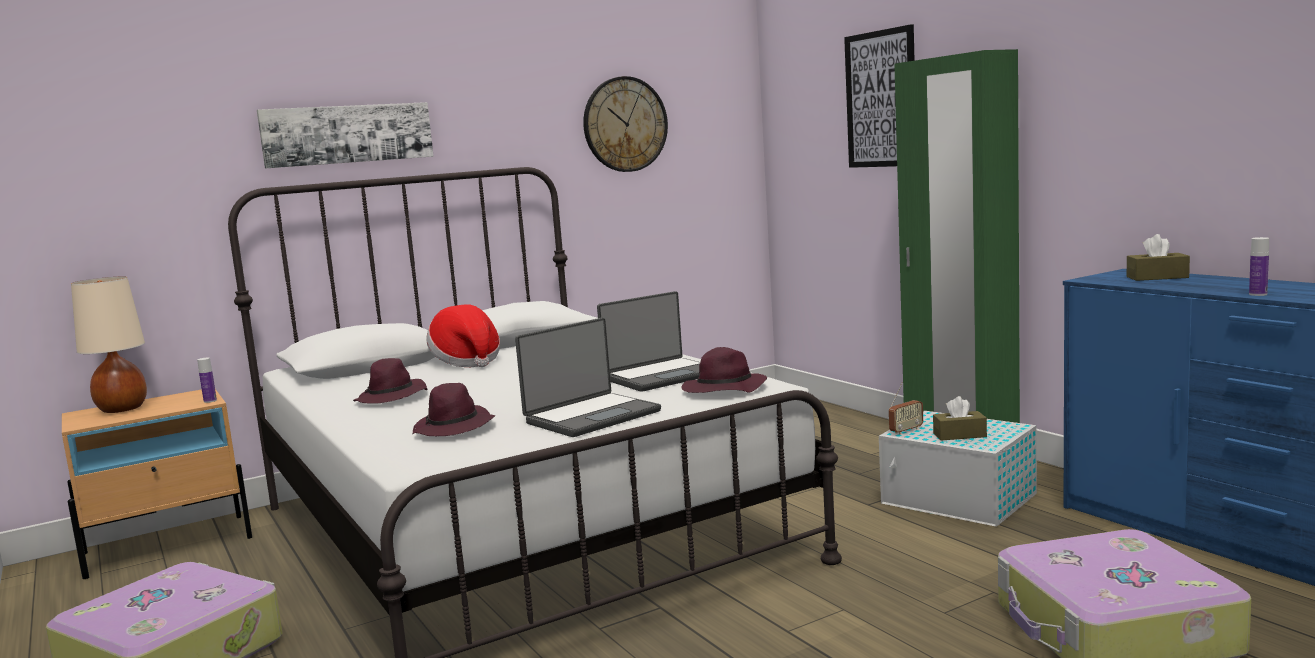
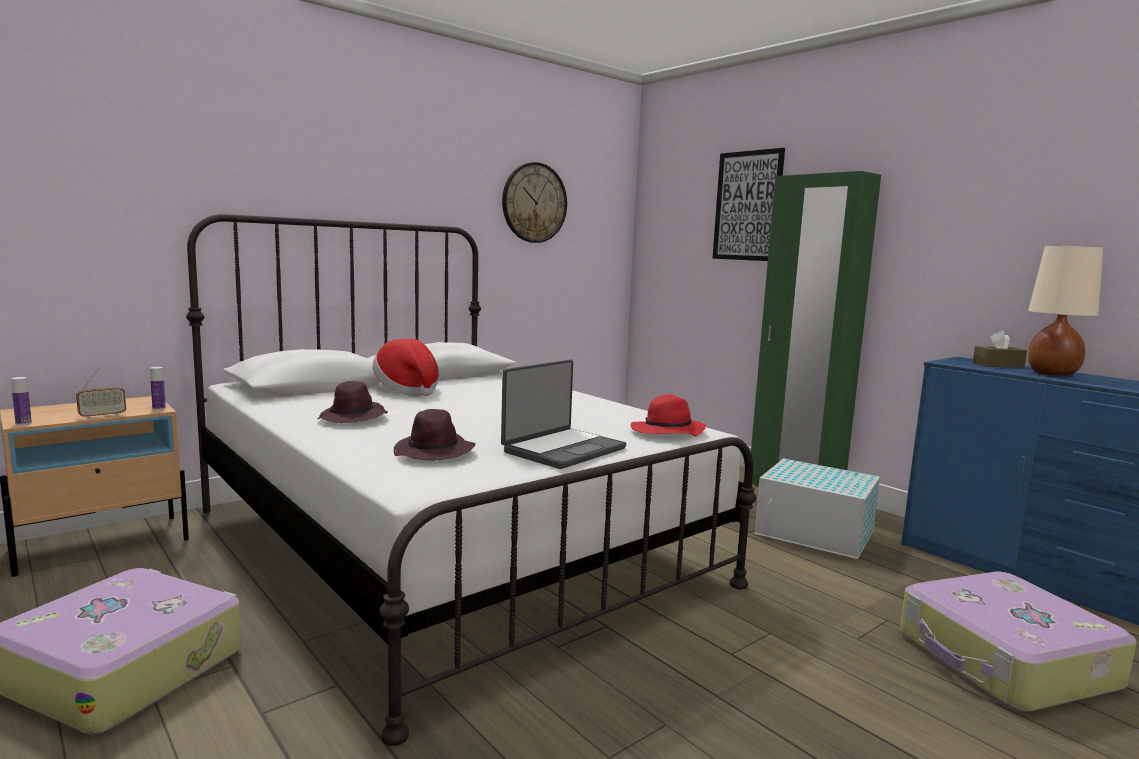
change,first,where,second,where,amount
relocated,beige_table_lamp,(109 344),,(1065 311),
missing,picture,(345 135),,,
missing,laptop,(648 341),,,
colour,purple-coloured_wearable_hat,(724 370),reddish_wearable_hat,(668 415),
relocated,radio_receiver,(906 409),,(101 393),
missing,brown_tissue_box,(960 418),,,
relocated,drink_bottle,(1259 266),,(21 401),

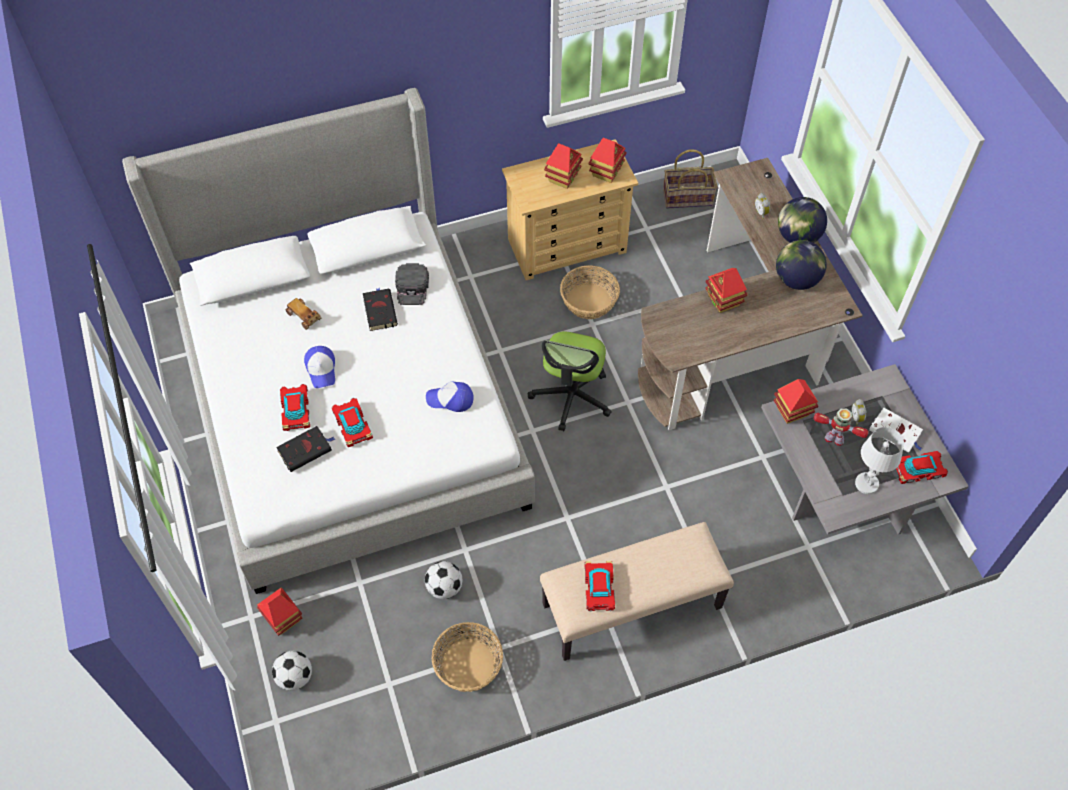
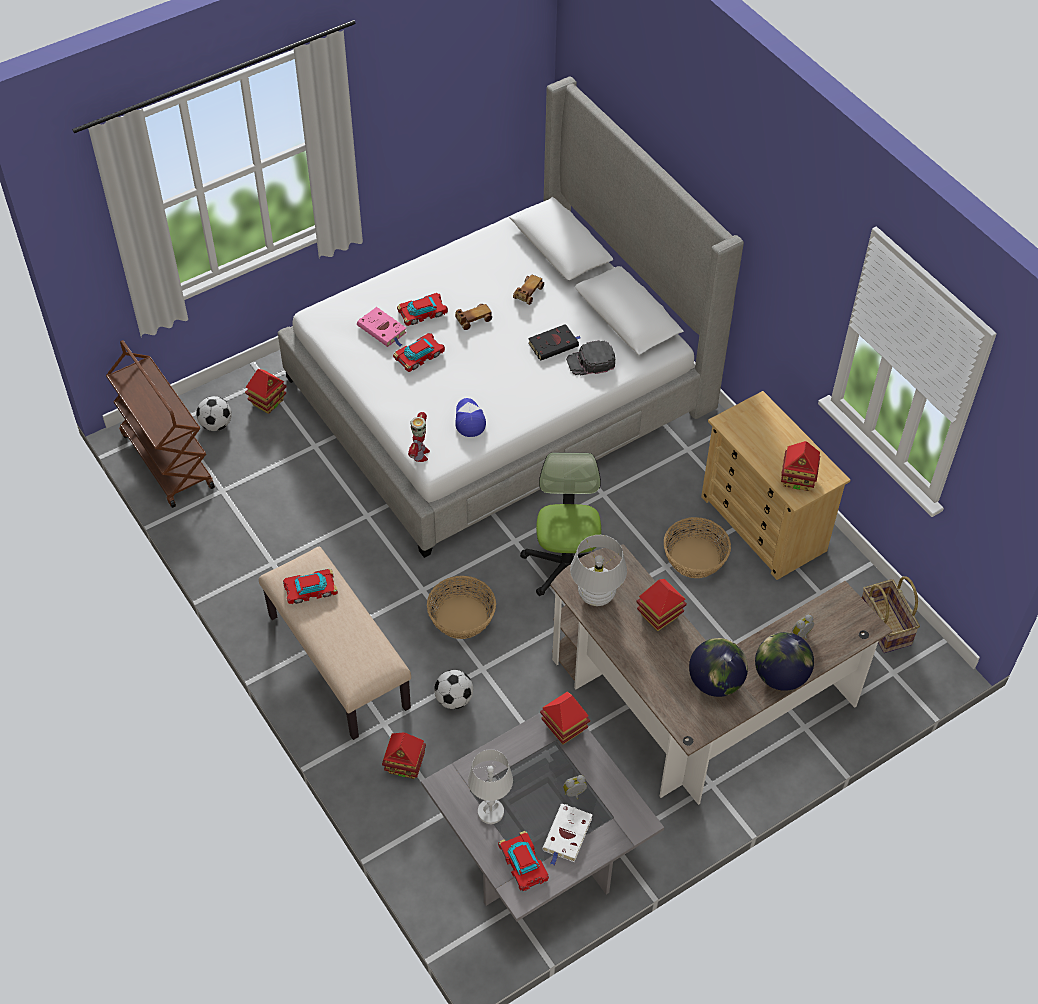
change,first,where,second,where,amount
colour,black_volume,(305 449),pink-coloured_volume,(382 327),
exchanged,cap,(319 367),miniature_car,(473 317),
relocated,football_ball,(443 580),,(453 689),
relocated,storage_basket,(467 657),,(461 607),
spun,computer_chair,(570 381),,(560 524),90 degrees clockwise
relocated,model_house,(563 166),,(404 756),
relocated,model_robot,(841 427),,(419 437),
appeared,,,brown_cart,(160 424),
appeared,,,white_table_lamp,(598 570),

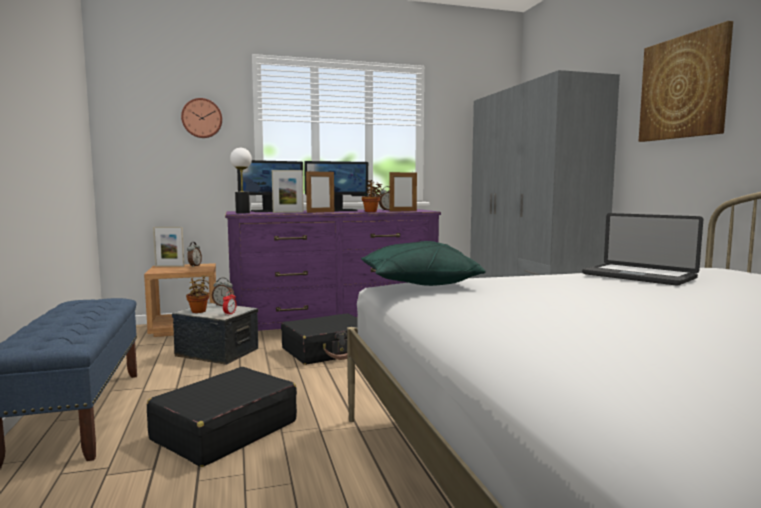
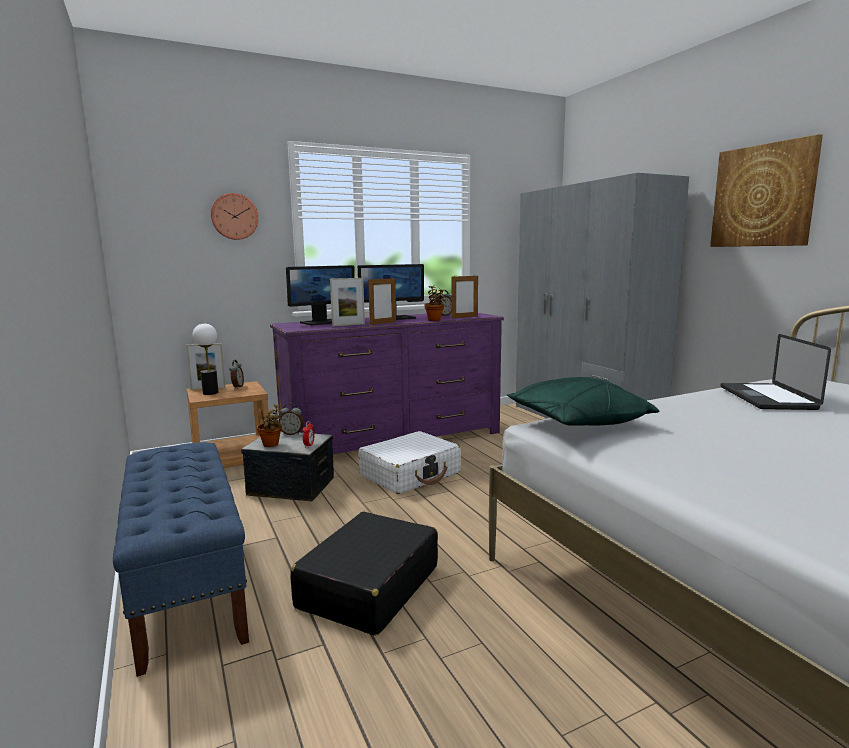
change,first,where,second,where,amount
relocated,table_lamp,(241 180),,(206 359),
colour,black_suitcase,(319 339),white_suitcase,(409 462),
spun,laptop,(642 249),,(776 372),60 degrees clockwise

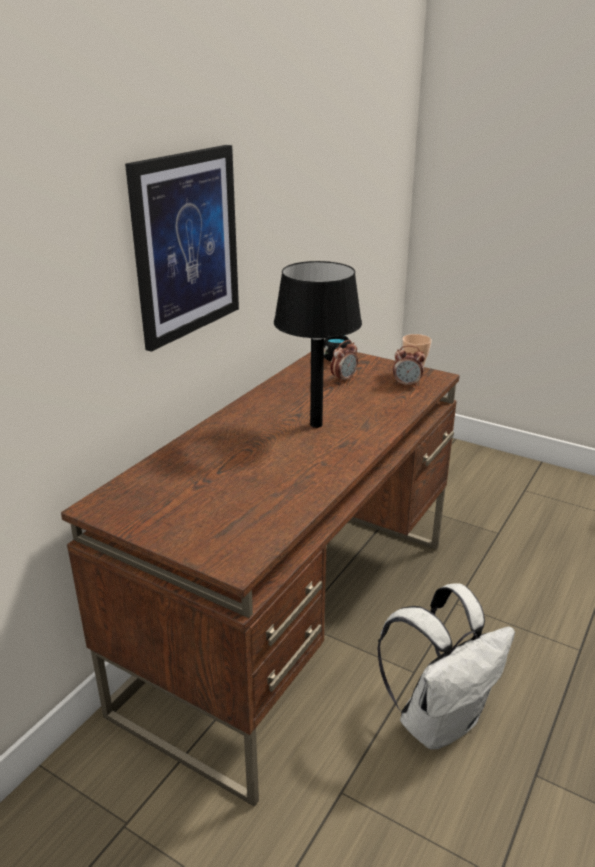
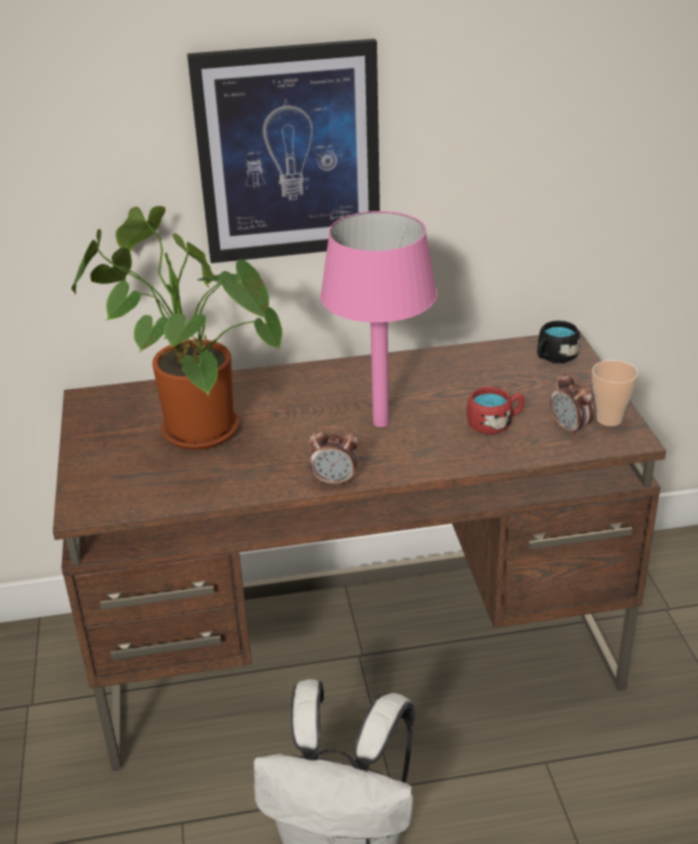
change,first,where,second,where,amount
colour,black_table_lamp,(318 344),pink-coloured_table_lamp,(378 319),
relocated,alarm_clock,(344 361),,(333 456),
appeared,,,houseplant,(176 328),
appeared,,,reddish_mug,(495 410),

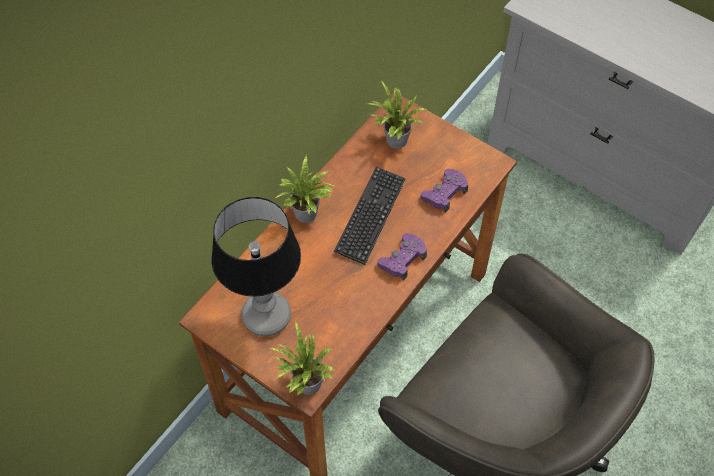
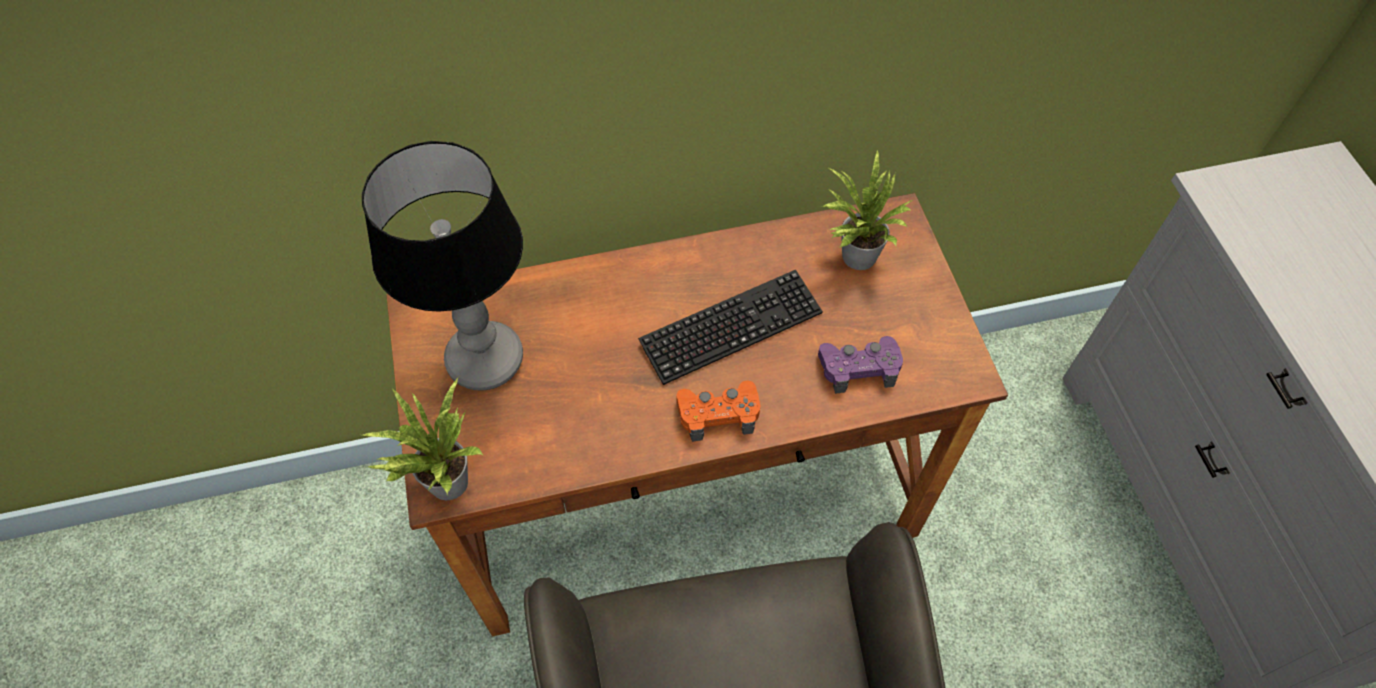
change,first,where,second,where,amount
missing,houseplant,(306 189),,,
colour,purple-coloured_joypad,(402 256),orange_joypad,(718 411),

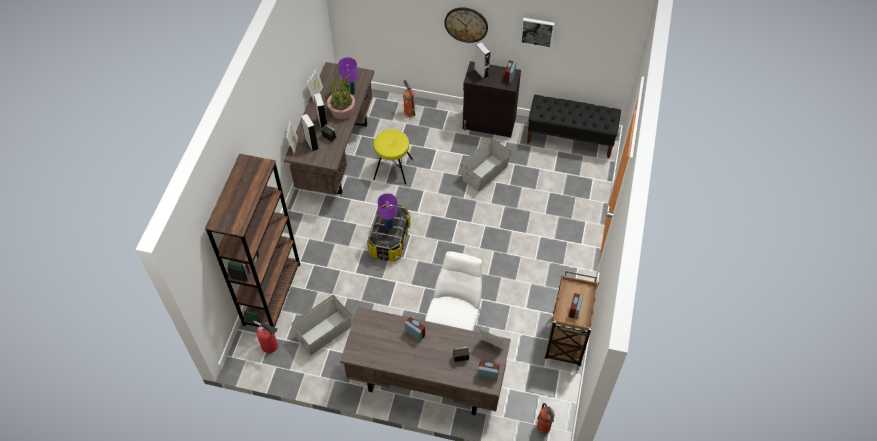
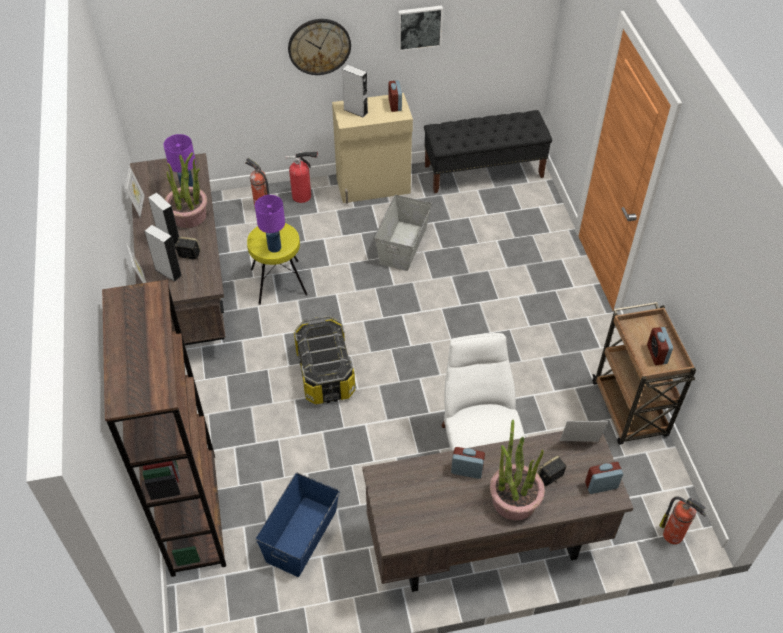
change,first,where,second,where,amount
relocated,fire-fighting_cylinder,(266 337),,(302 177),
colour,gray_storage_bin,(321 325),bluish_storage_bin,(298 525),
relocated,purple-coloured_table_lamp,(387 211),,(270 224),
colour,black_cupboard,(492 99),beige_cupboard,(372 148),
appeared,,,houseplant,(517 470),

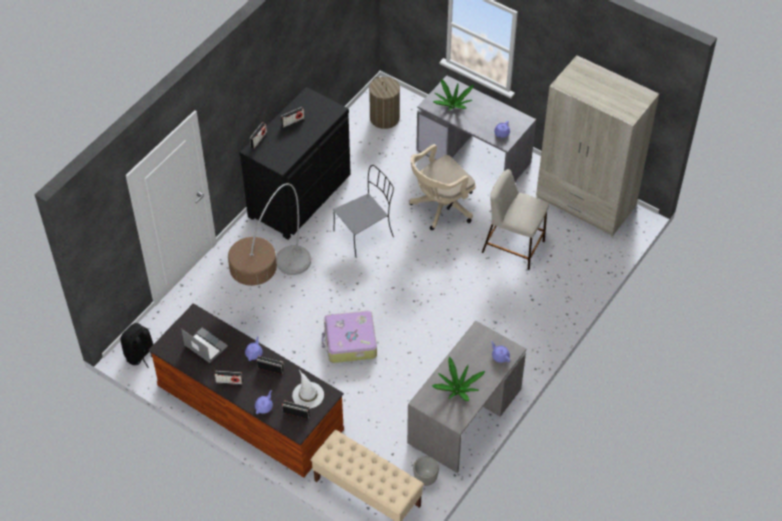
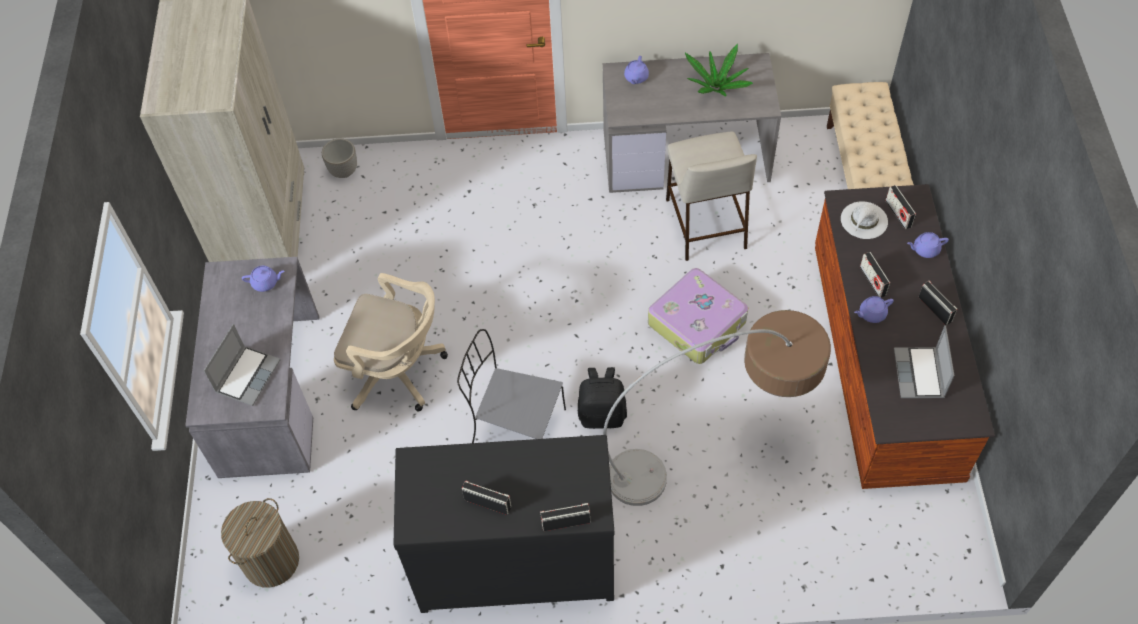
change,first,where,second,where,amount
relocated,black_backpack,(136 345),,(602 398),
relocated,planter,(426 471),,(339 158),
exchanged,houseplant,(453 94),laptop,(242 365),
relocated,beige_stool,(515 219),,(711 196),

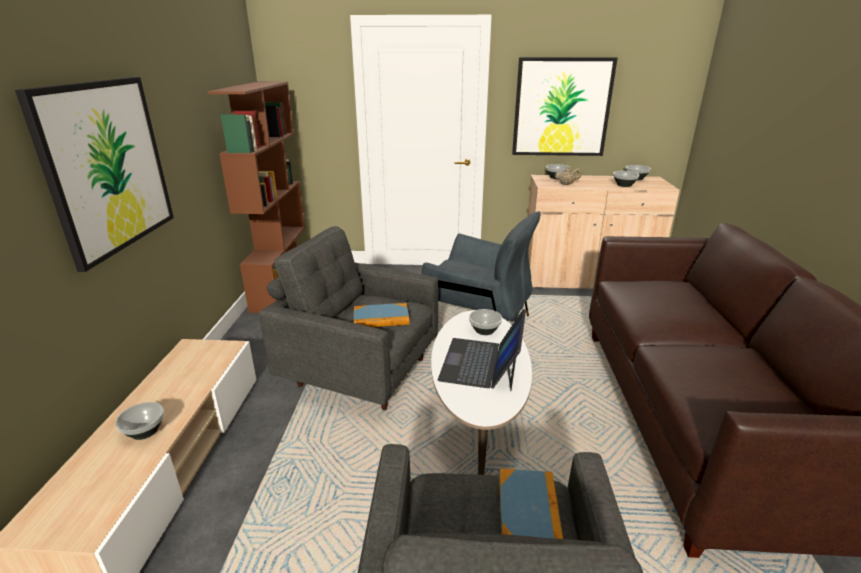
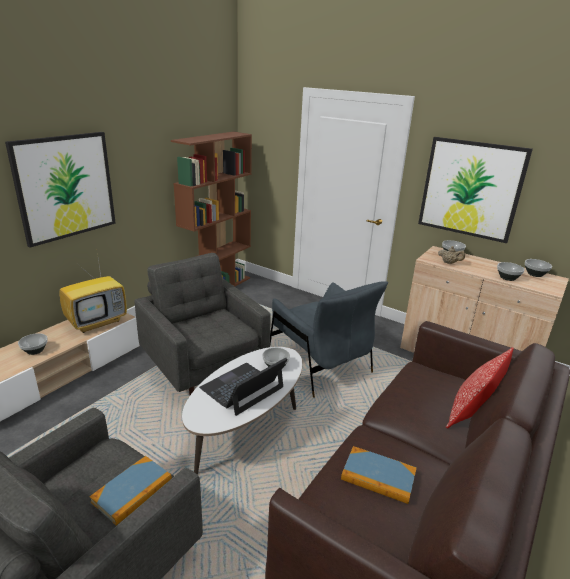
change,first,where,second,where,amount
relocated,volume,(382 315),,(379 475),
appeared,,,television,(93 293),
appeared,,,pillow,(480 388),

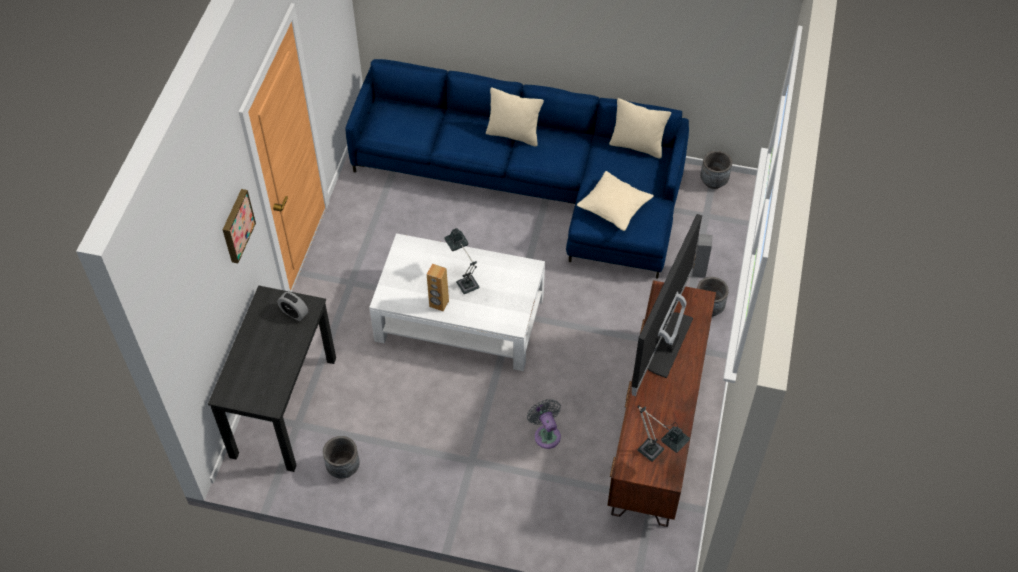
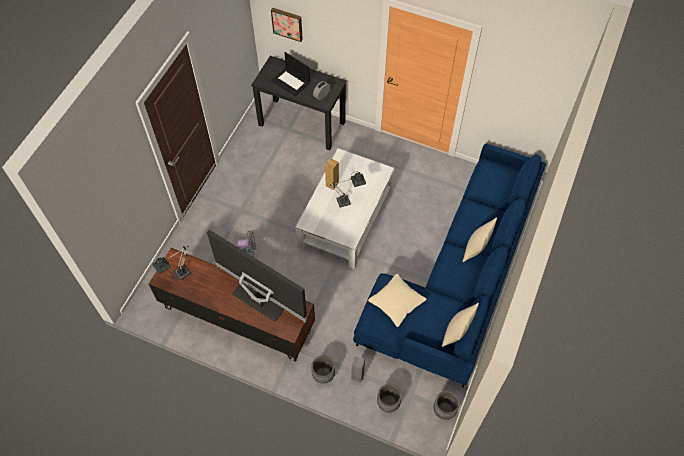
change,first,where,second,where,amount
relocated,picture,(239 226),,(287 25),
relocated,gray_planter,(341 457),,(389 398),
appeared,,,laptop,(290 74),

